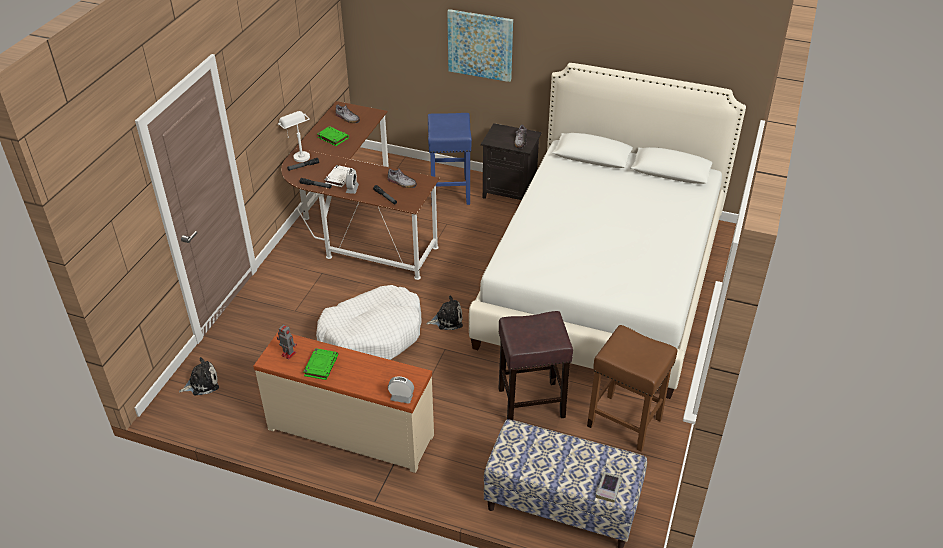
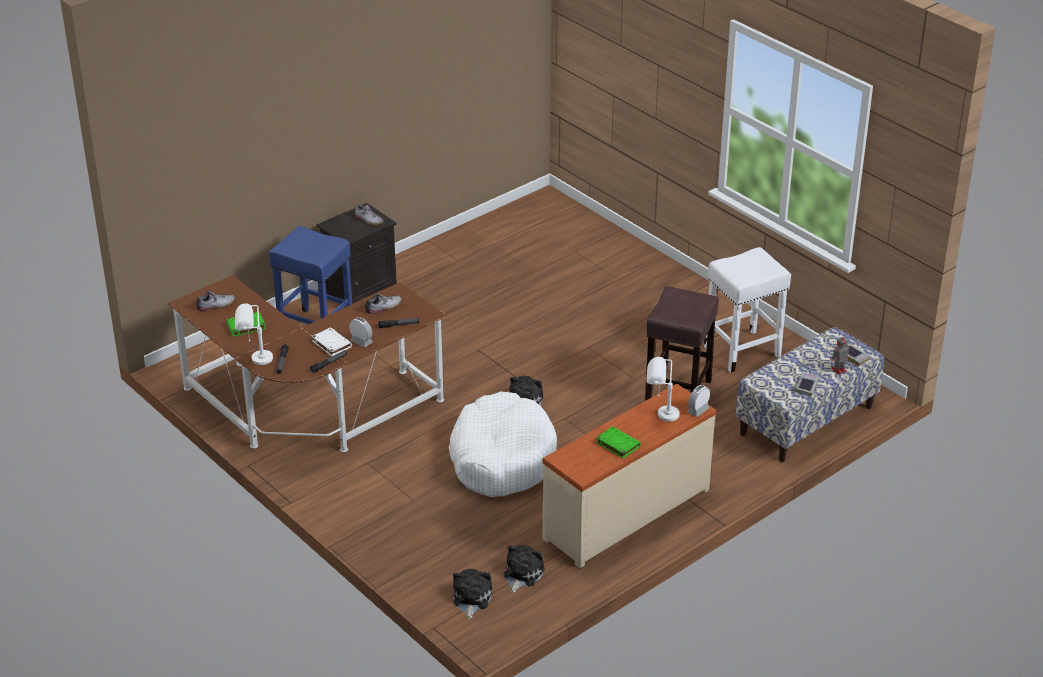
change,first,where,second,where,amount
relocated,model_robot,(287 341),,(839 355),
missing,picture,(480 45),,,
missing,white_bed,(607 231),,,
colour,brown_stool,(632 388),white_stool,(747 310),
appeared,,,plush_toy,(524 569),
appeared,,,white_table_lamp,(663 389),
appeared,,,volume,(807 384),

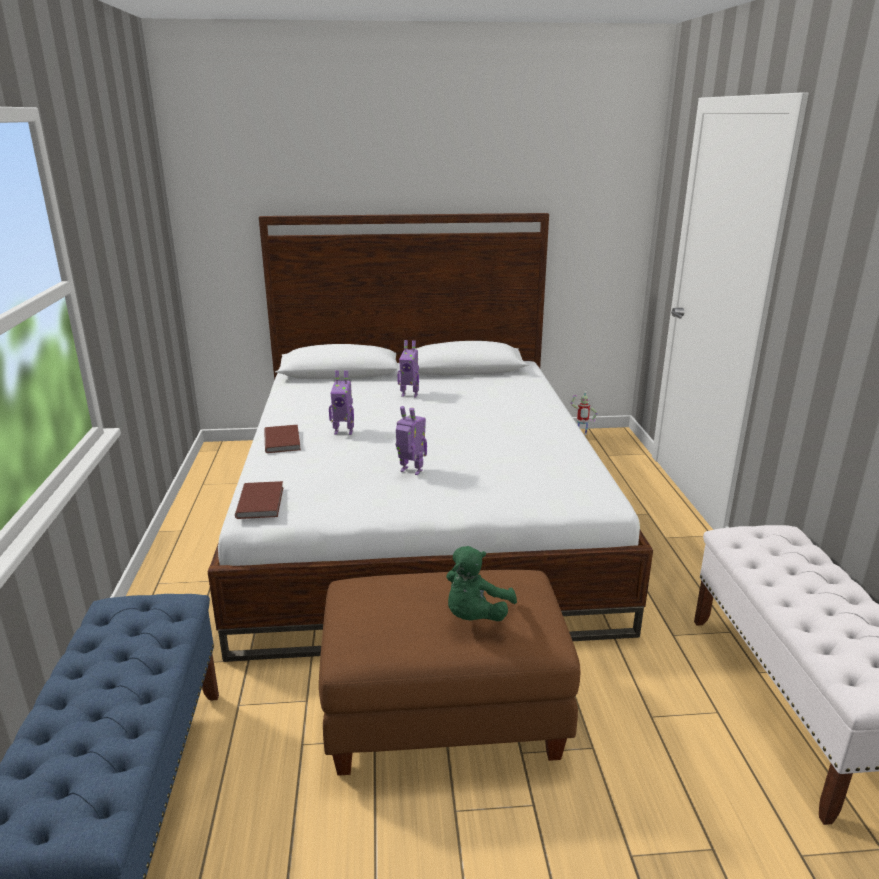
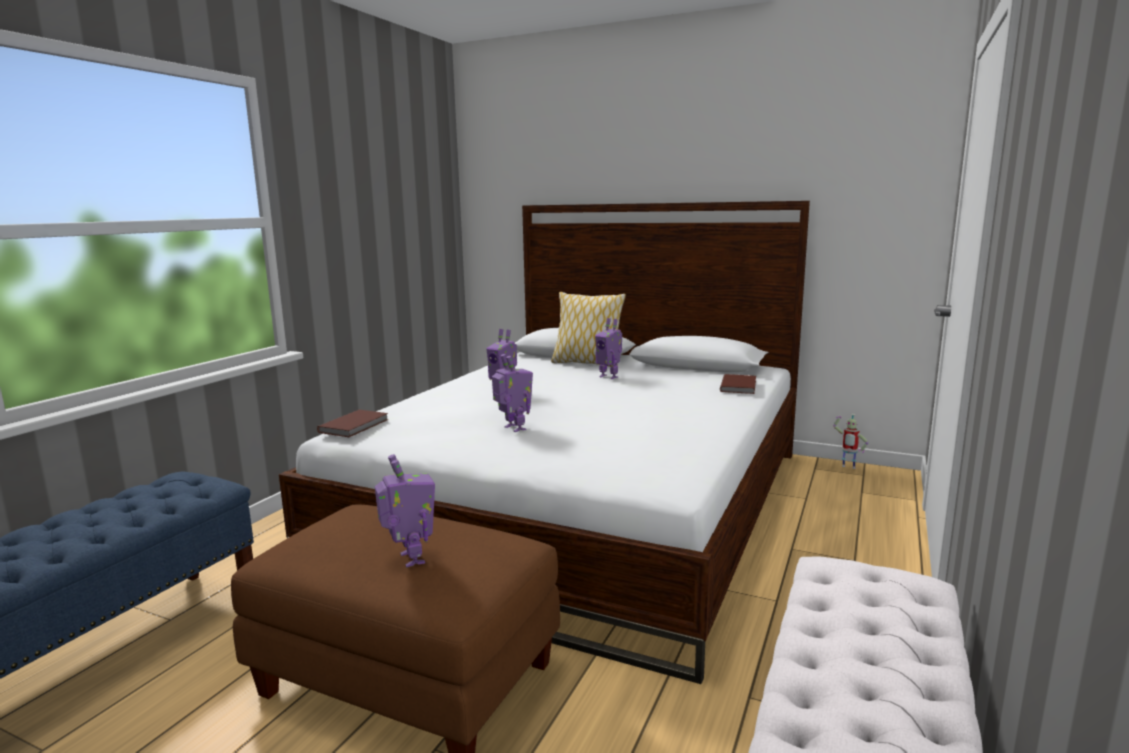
change,first,where,second,where,amount
relocated,brown_volume,(282 439),,(738 384),
exchanged,green-coloured_plush_toy,(481 583),model_robot,(405 511),
appeared,,,pillow,(588 329),

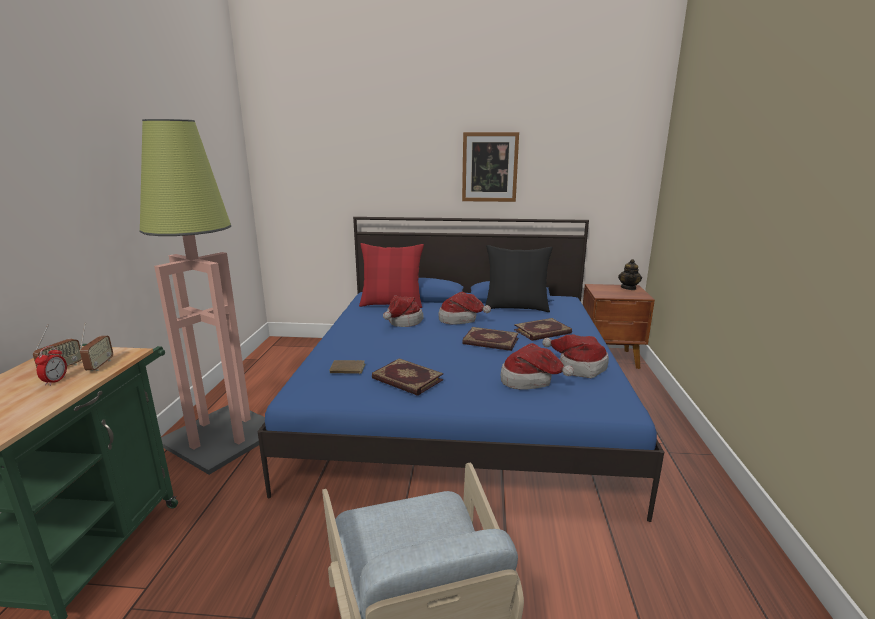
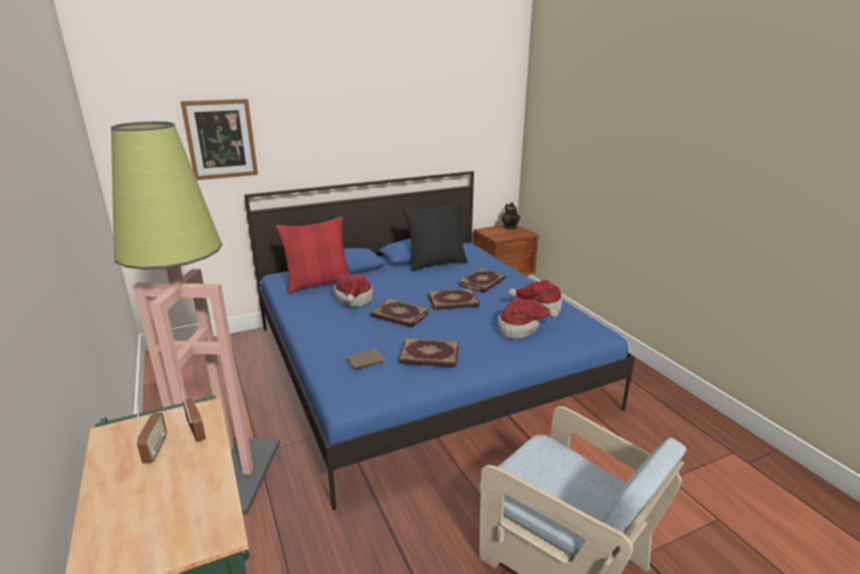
change,first,where,second,where,amount
missing,alarm_clock,(51 366),,,
missing,wearable_hat,(464 308),,,
relocated,picture,(490 167),,(219 139),
appeared,,,volume,(399 313),

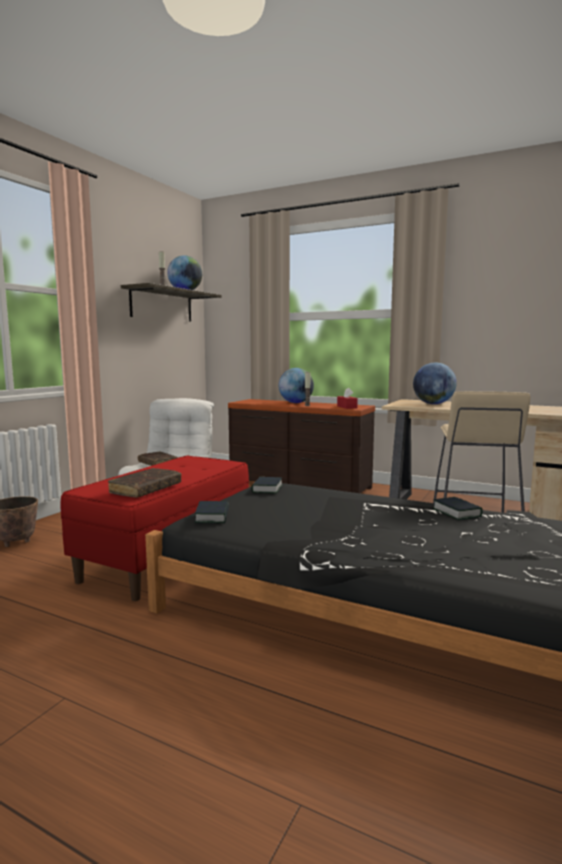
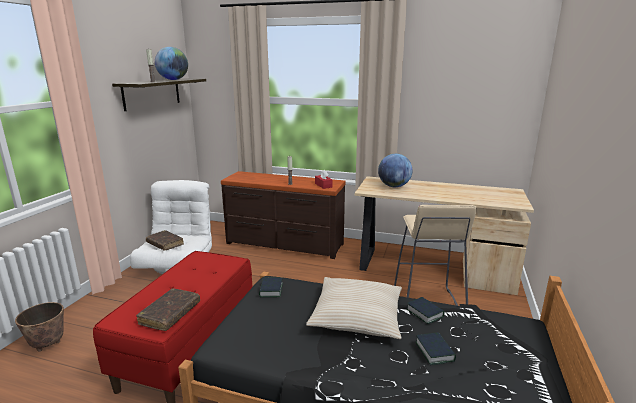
change,first,where,second,where,amount
relocated,volume,(211 512),,(436 348),
missing,desk_globe,(296 385),,,
appeared,,,beige_pillow,(354 308),

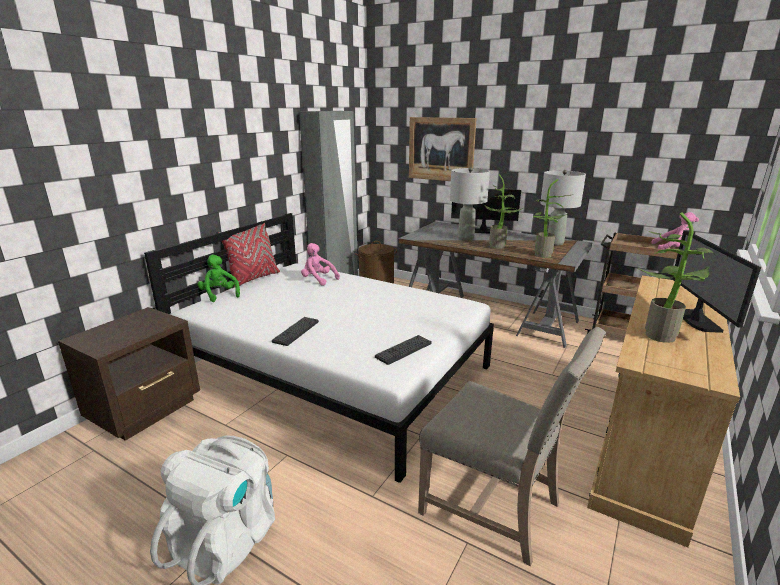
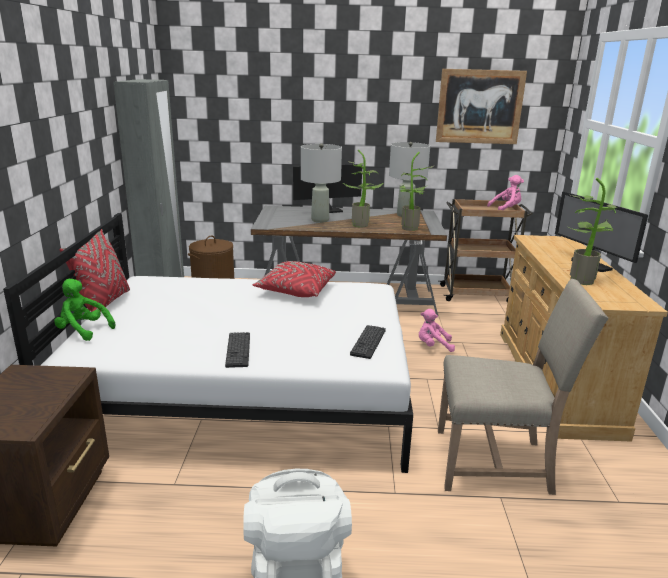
change,first,where,second,where,amount
relocated,pink-coloured_plush_toy,(320 264),,(437 330),
relocated,picture,(443 149),,(481 106),
appeared,,,reddish_pillow,(294 279),

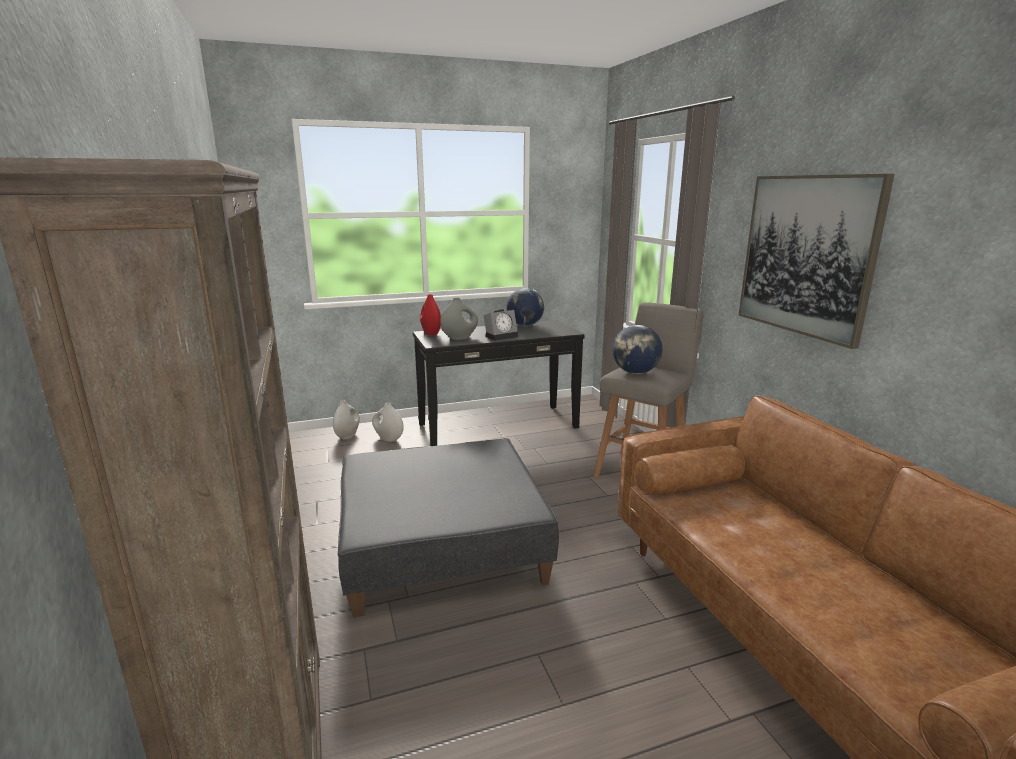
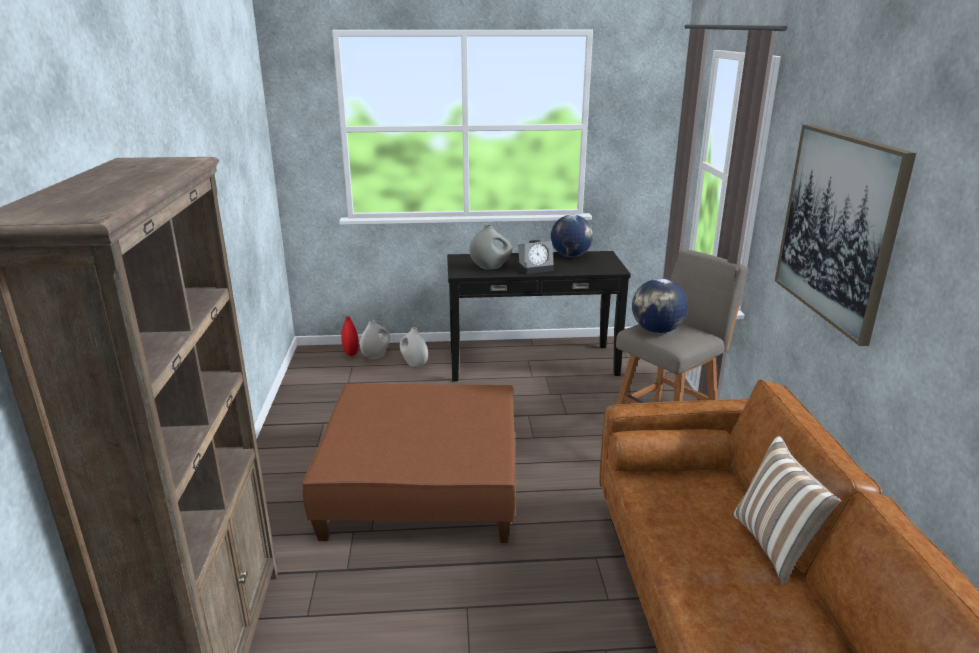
change,first,where,second,where,amount
colour,gray_footrest,(448 527),brown_footrest,(409 463),
relocated,reddish_decorative_vase,(430 314),,(350 336),
appeared,,,pillow,(787 510),

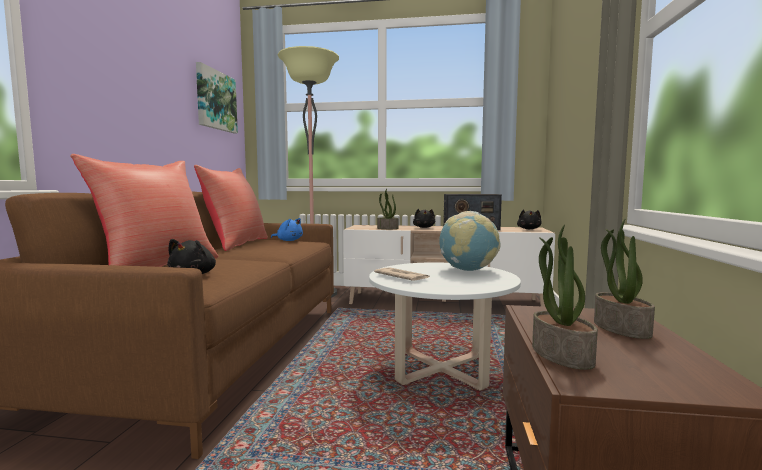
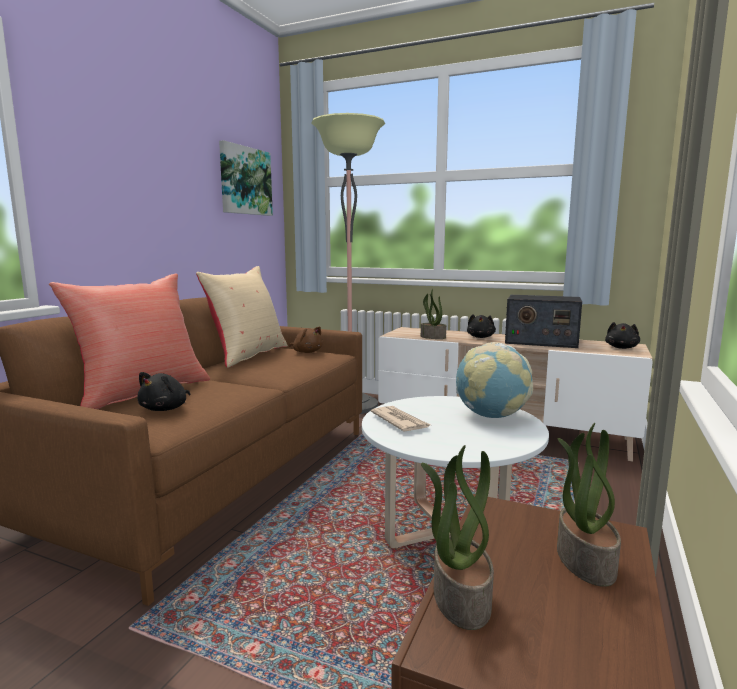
change,first,where,second,where,amount
colour,reddish_pillow,(231 208),beige_pillow,(242 317),
colour,bluish_plush_toy,(287 229),brown_plush_toy,(306 340),

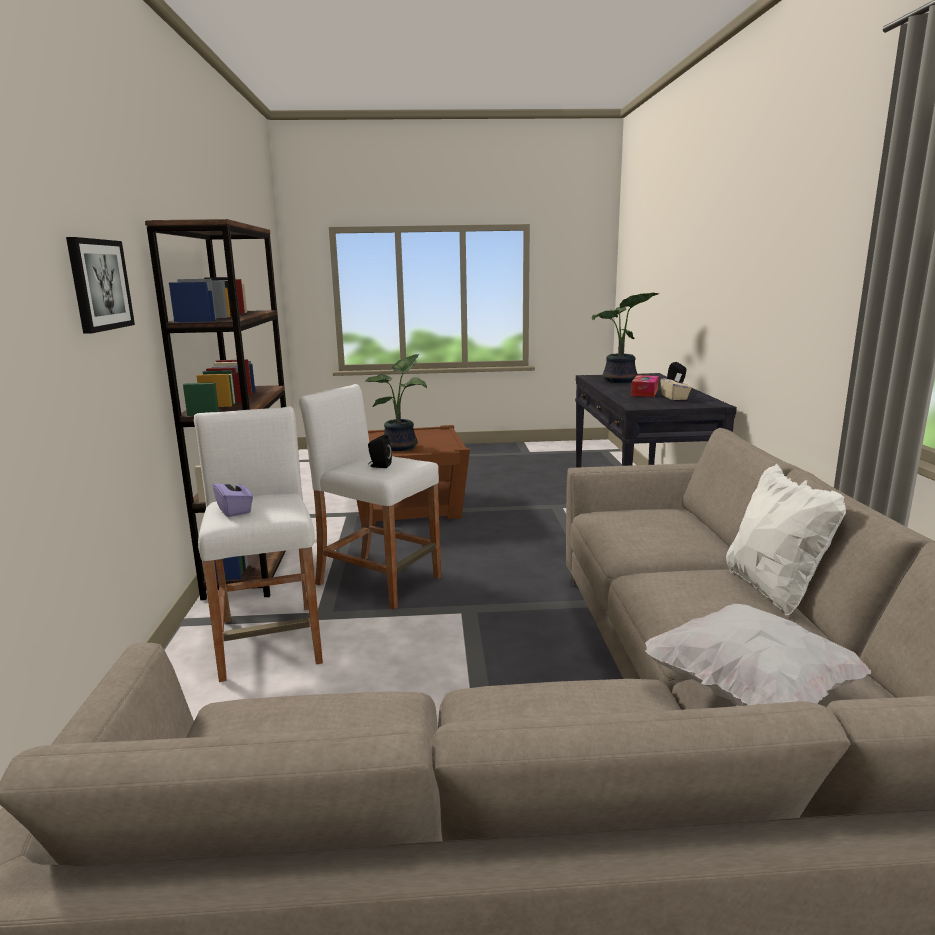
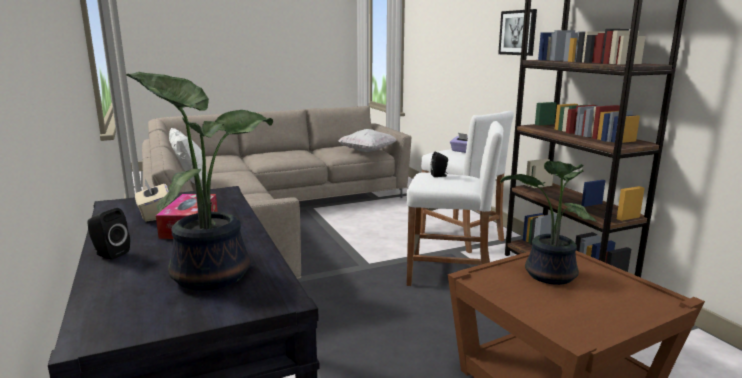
change,first,where,second,where,amount
relocated,white_pillow,(758 655),,(367 140),

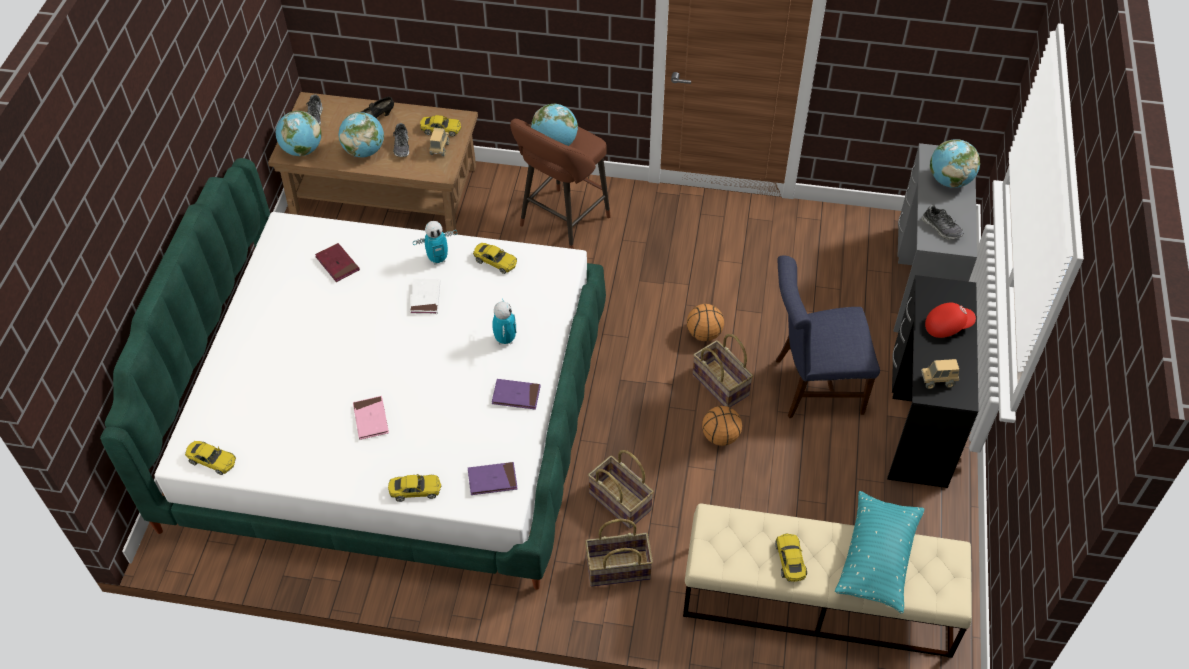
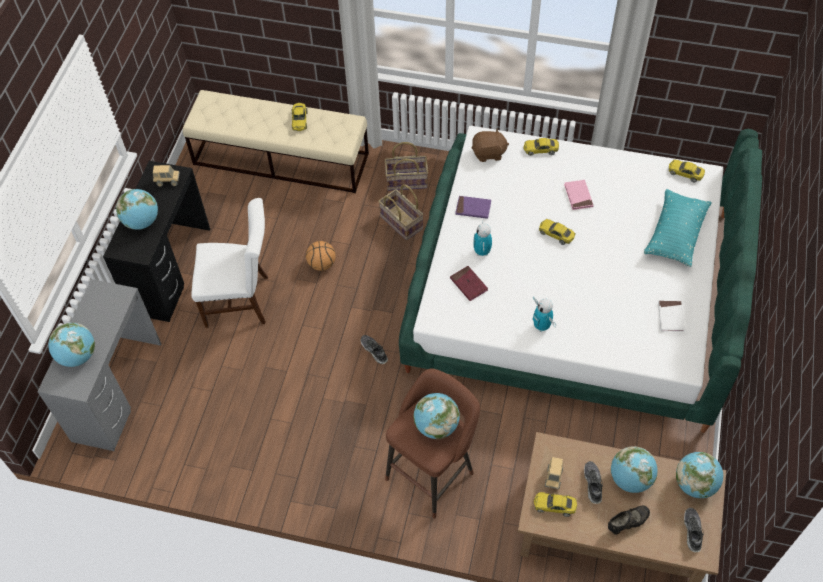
change,first,where,second,where,amount
relocated,reddish_volume,(337 262),,(469 283),
relocated,white_volume,(425 296),,(671 316),
spun,model_robot,(435 243),,(544 315),105 degrees counterclockwise
exchanged,purple-coloured_volume,(492 478),brown_plush_toy,(490 145),
relocated,yellow-coloured_miniature_car,(495 258),,(557 232),
missing,ball_for_basketball,(705 322),,,
missing,storage_basket,(723 370),,,
colour,bluish_upright_chair,(828 336),white_upright_chair,(229 263),
relocated,turquoise_pillow,(879 552),,(678 228),
relocated,shoe,(943 222),,(374 349),
exchanged,reddish_cap,(950 320),desk_globe,(137 209),

